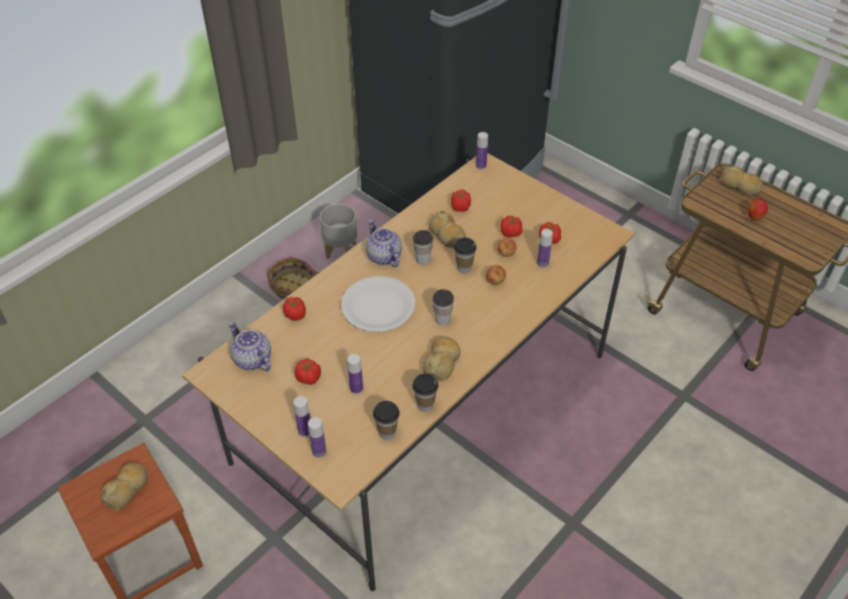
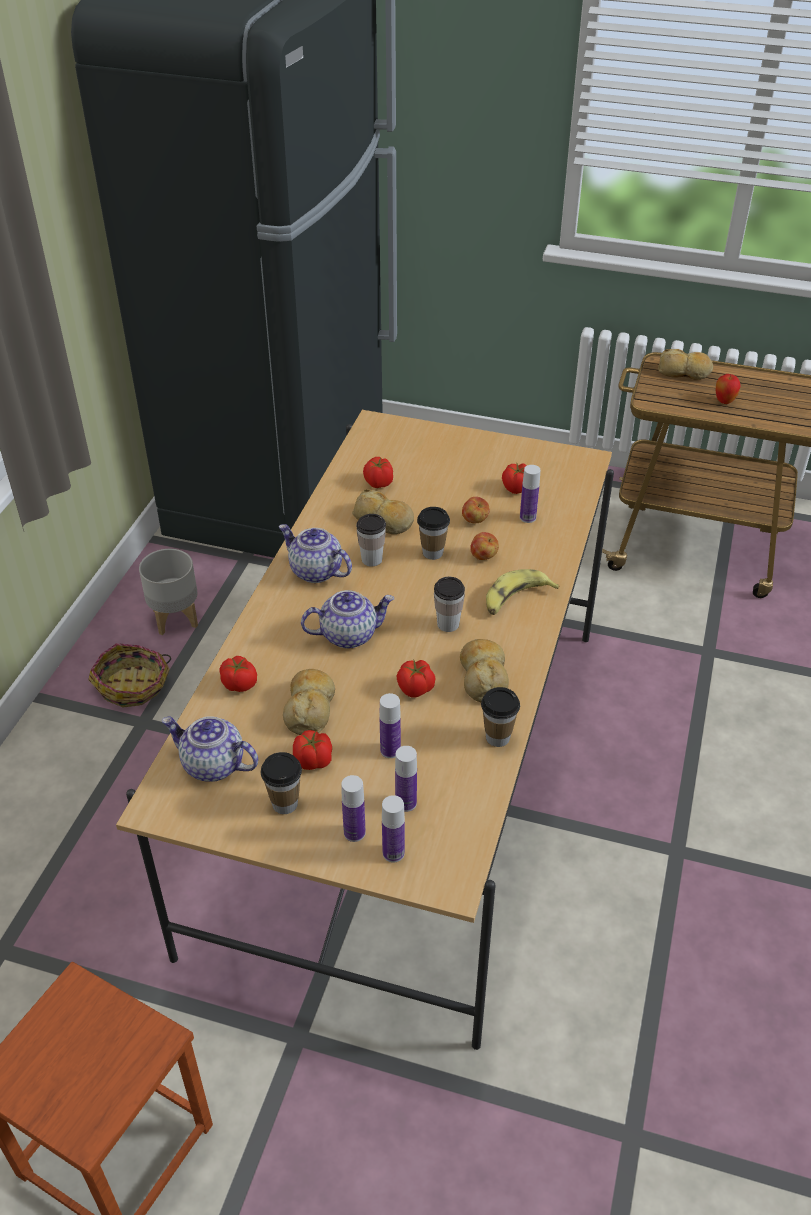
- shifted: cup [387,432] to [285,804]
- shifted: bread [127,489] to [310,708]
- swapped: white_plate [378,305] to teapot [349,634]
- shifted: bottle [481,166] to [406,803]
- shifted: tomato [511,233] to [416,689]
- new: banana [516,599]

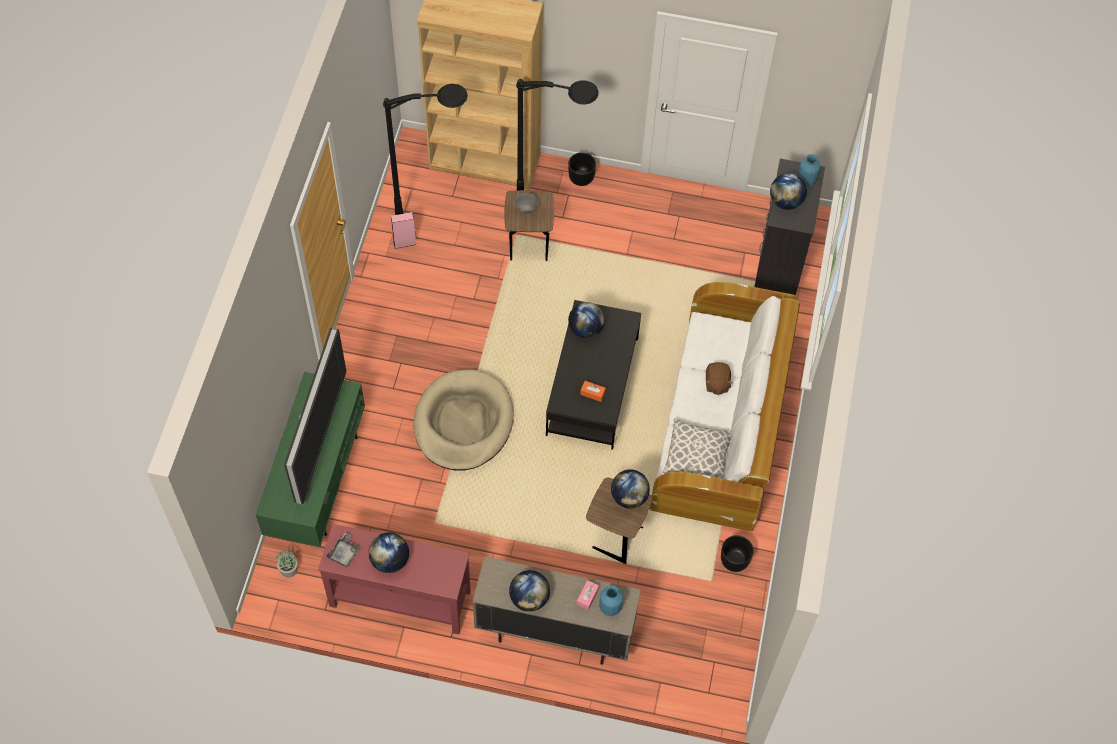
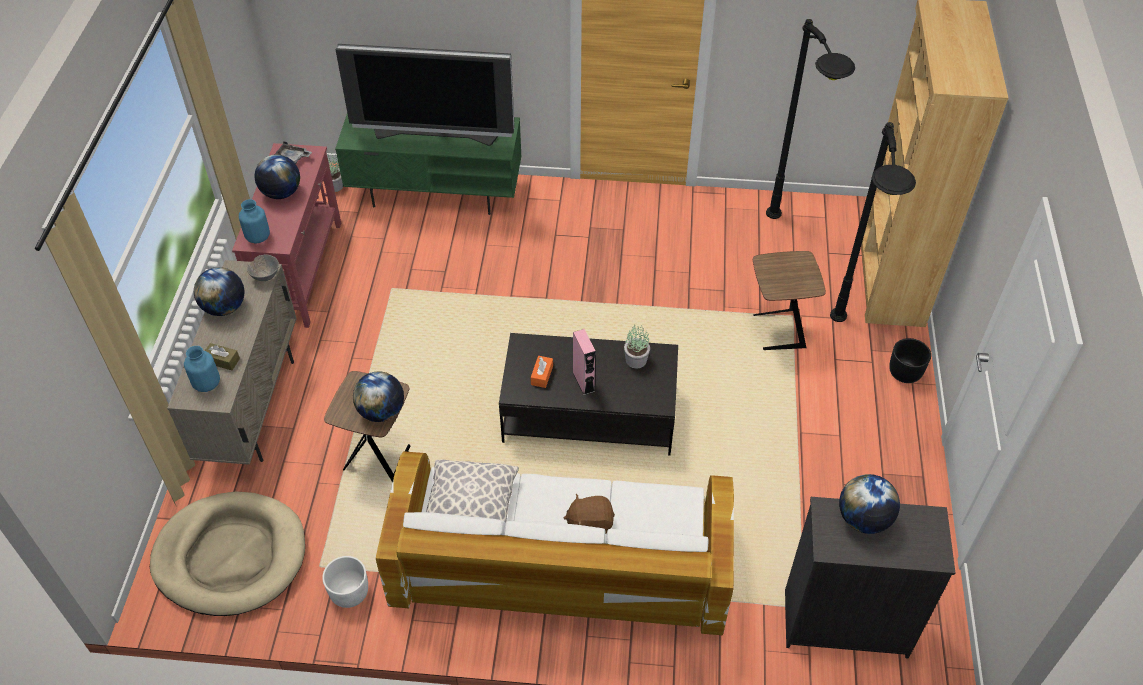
- shifted: beige_dog_bed [463,422] to [231,556]
- repainted: pink_tissue_box [587,597] to brown_tissue_box [222,361]
- shifted: blue_vase [806,180] to [258,237]
- shifted: grey_bowl [526,208] to [265,276]
- repainted: black_planter [734,560] to white_planter [349,593]
- shifted: pink_speaker [404,243] to [583,382]
- swapped: globe [585,329] to potted_plant [636,359]

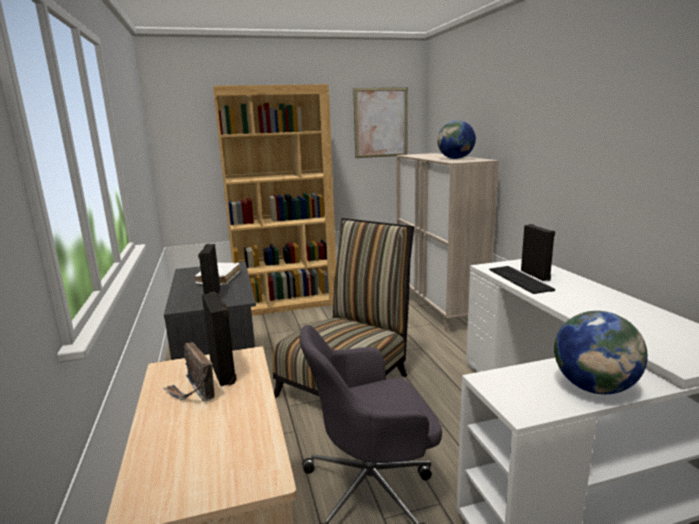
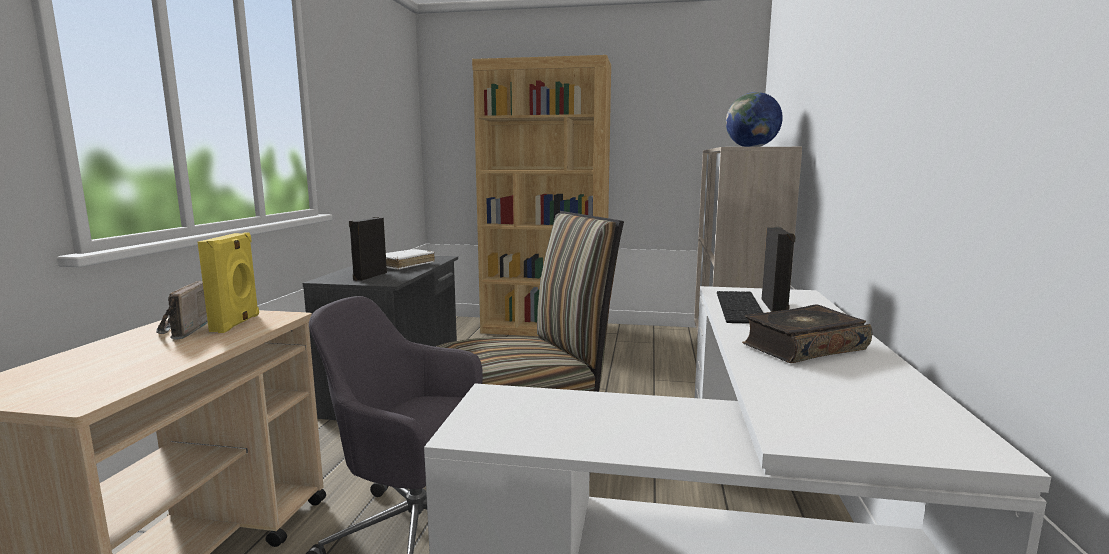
- repainted: black_speaker [224,371] to yellow_speaker [237,323]
- new: book [802,347]
- gone: picture [381,123]
- gone: globe [594,387]

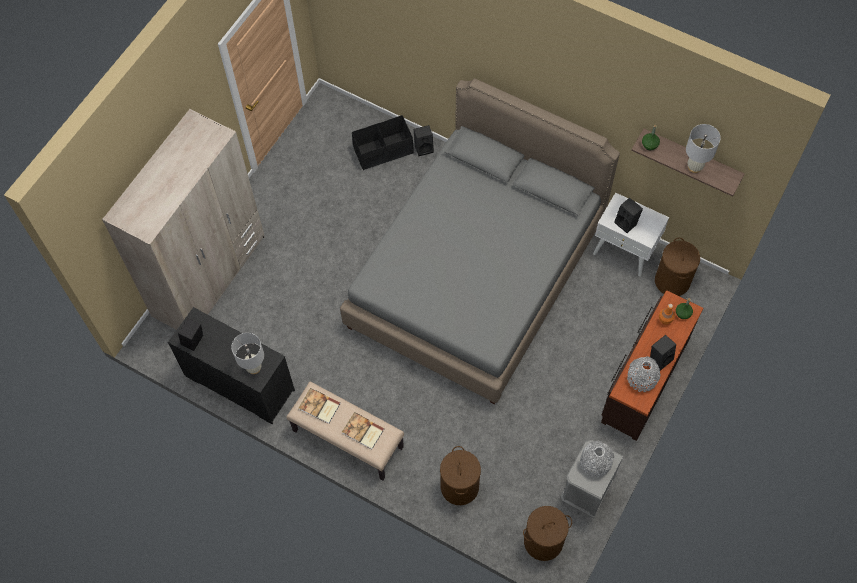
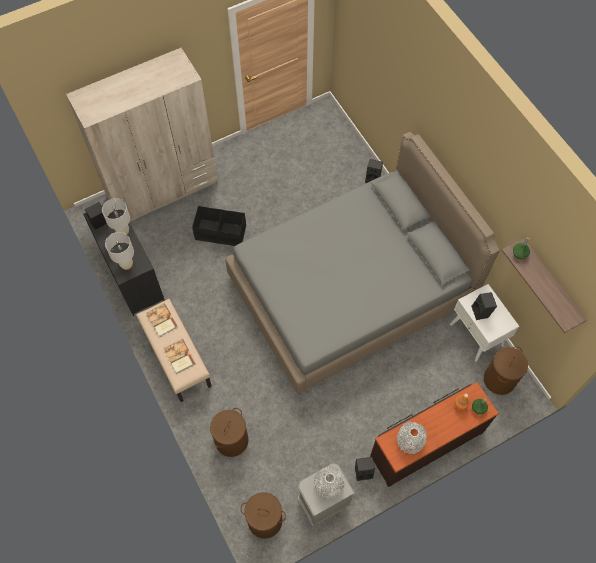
- shifted: white_table_lamp [694,167] to [123,232]
- shifted: black_storage_box [383,151] to [220,233]
- shifted: black_speaker [660,358] to [364,471]

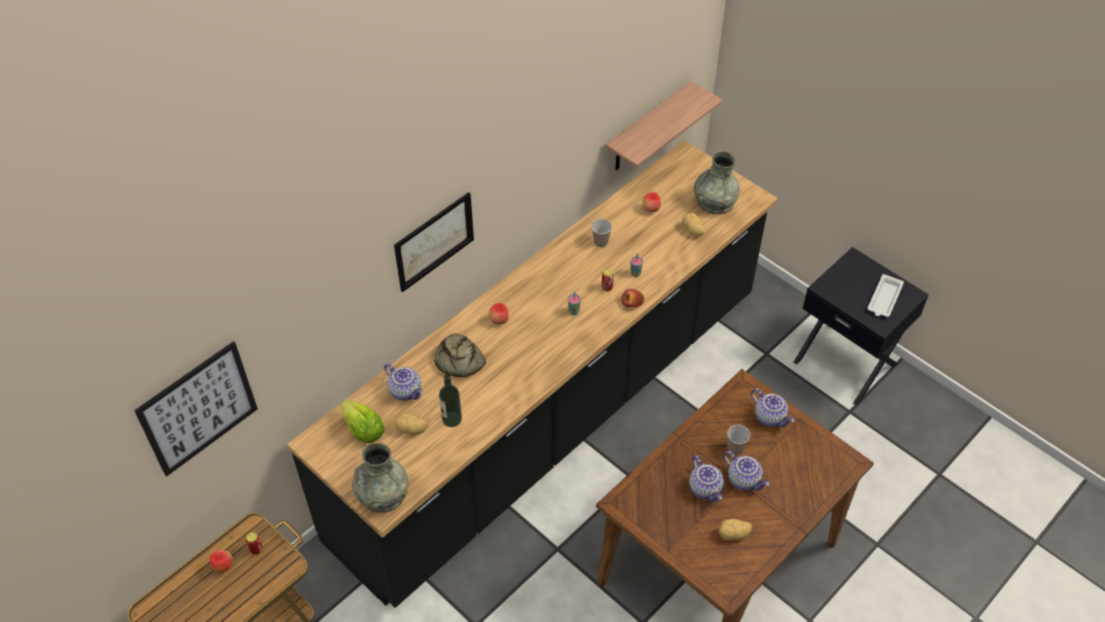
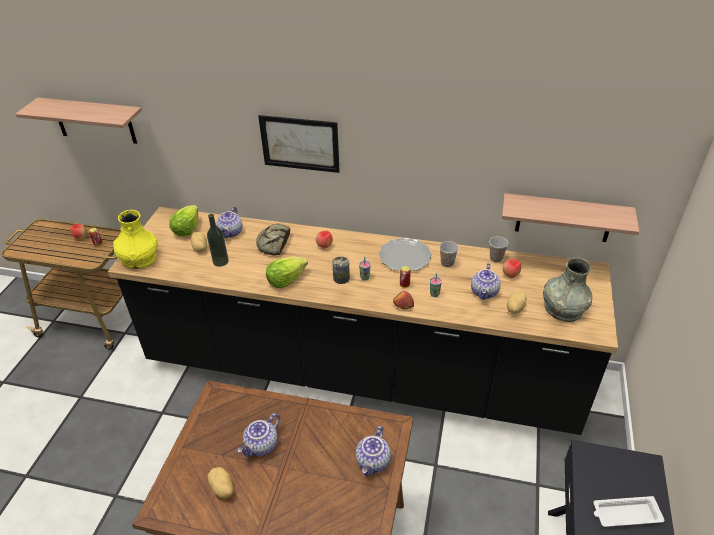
- swapped: picture [198,408] to shelf [94,120]
- repainted: grey_vase [382,494] to yellow_vase [139,258]
- new: lettuce [286,280]
- new: can [341,278]
- new: plate [404,256]
- shifted: teapot [744,479] to [485,292]
- shifted: cup [735,448] to [496,258]

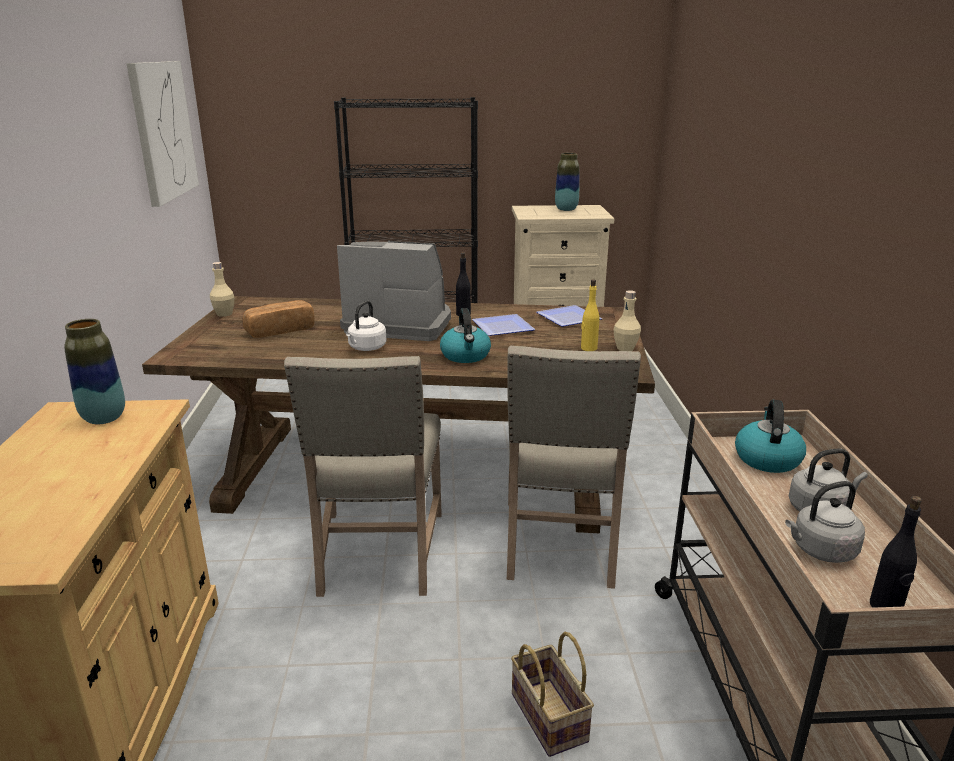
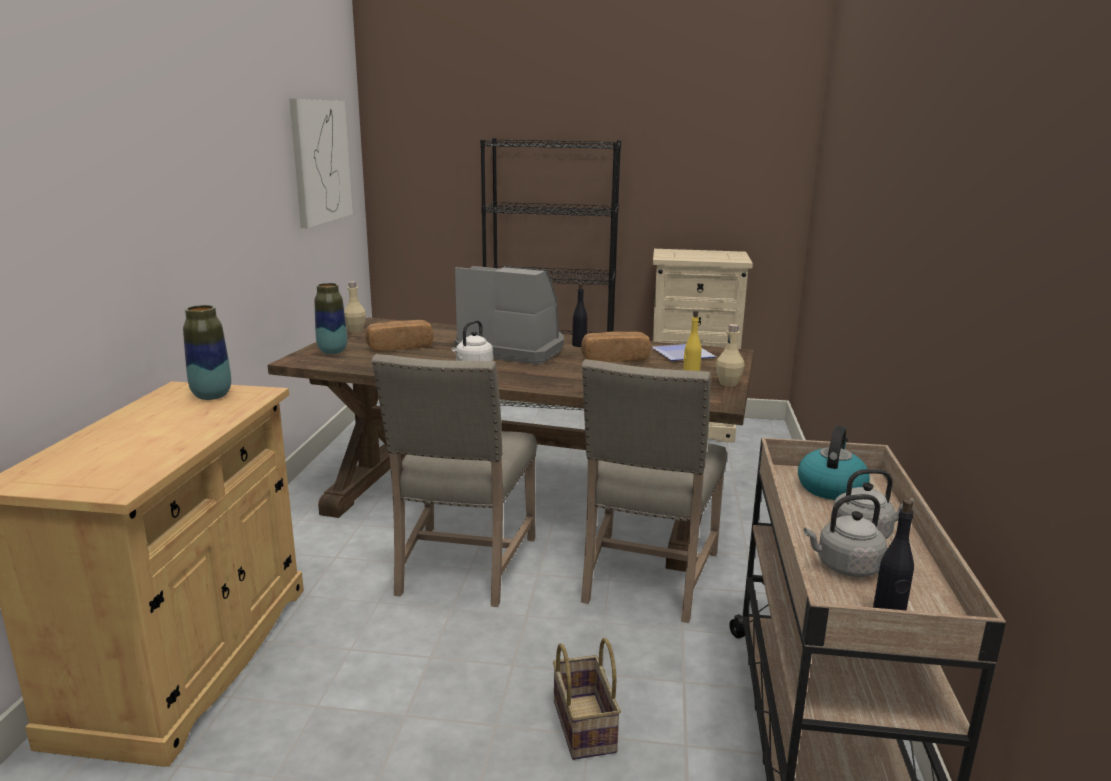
- shifted: vase [566,209] to [332,352]
- swapped: plate [505,328] to bread [615,359]
- gone: kettle [466,356]

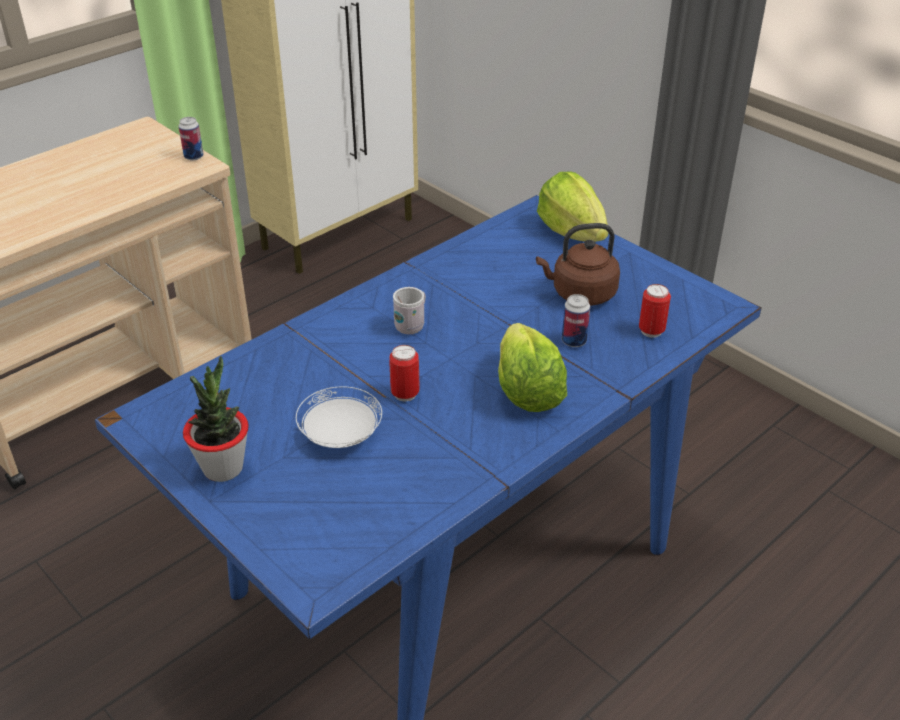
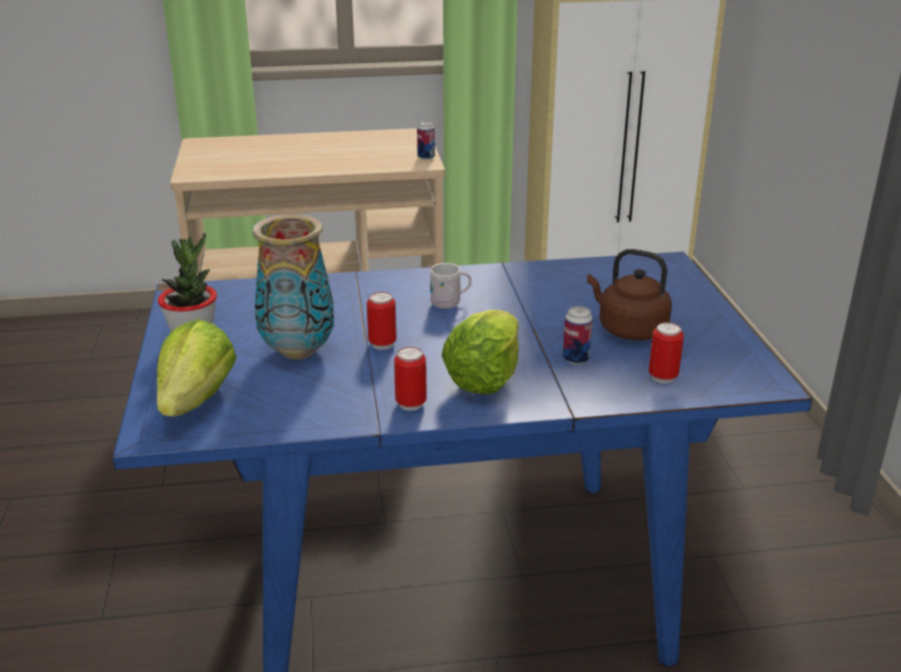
- shifted: lettuce [572,232] to [196,400]
- swapped: white_plate [341,435] to vase [298,352]
- new: can [411,404]

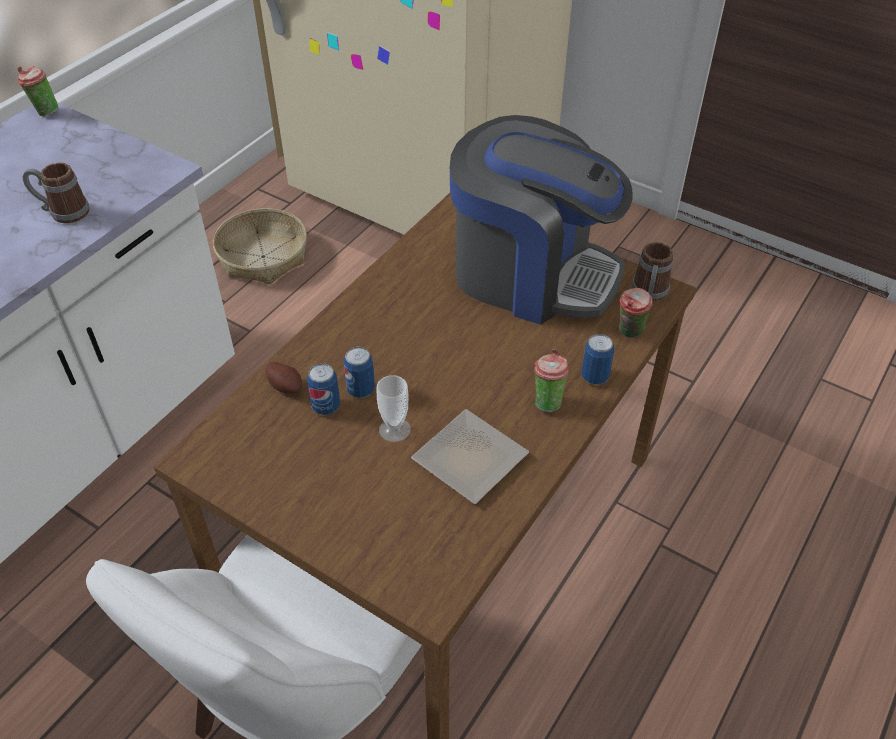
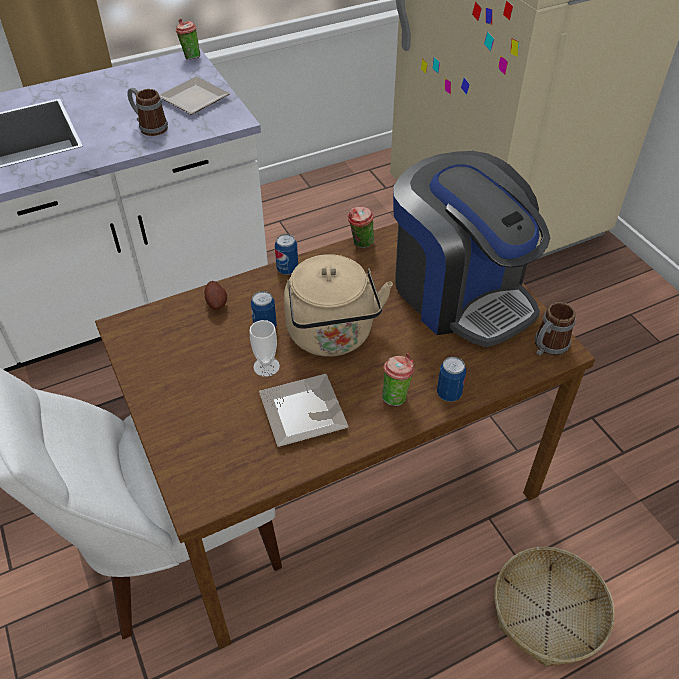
- new: plate [194,97]
- shifted: can [326,406] to [287,269]
- new: beige_kettle [332,336]
- shifted: cup [629,333] to [360,244]
- shifted: basket [263,257] to [547,614]

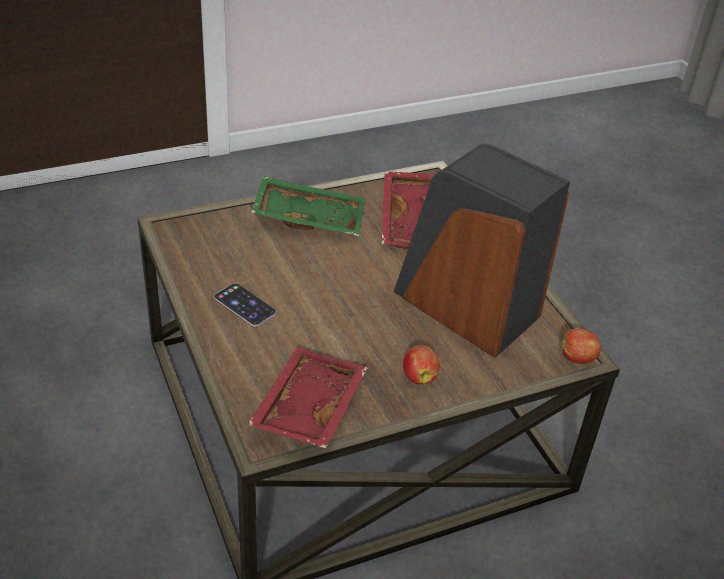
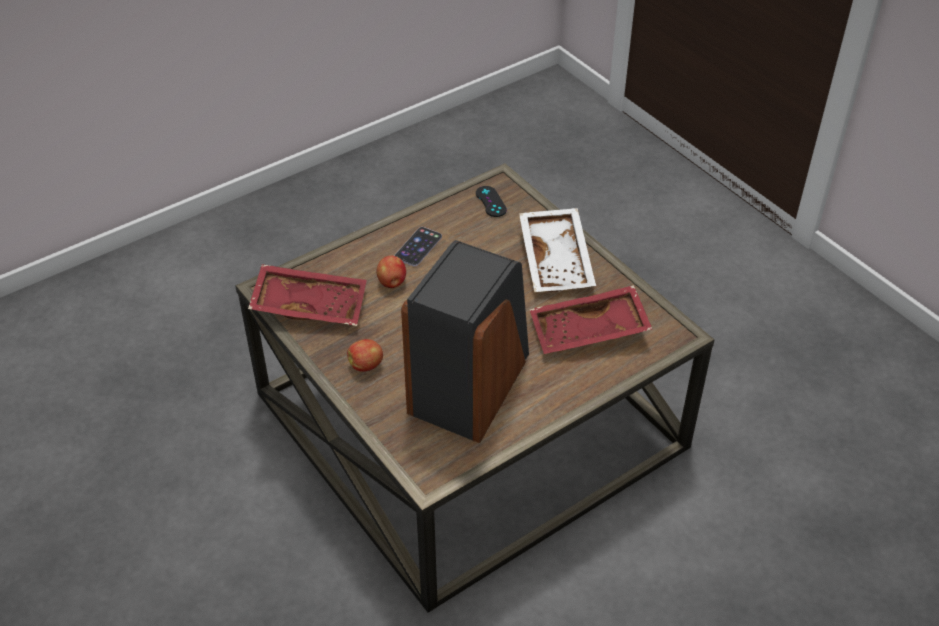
- shifted: apple [577,358] to [392,283]
- new: black_game_controller [491,201]
- repainted: green_tray [309,217] to white_tray [558,260]

